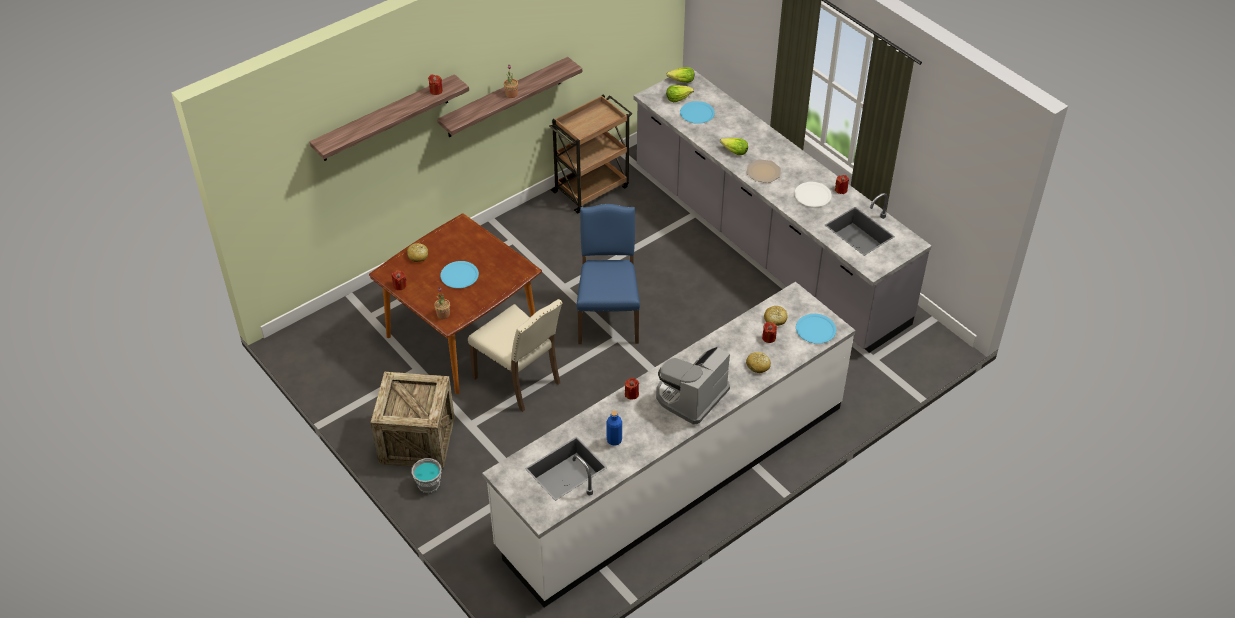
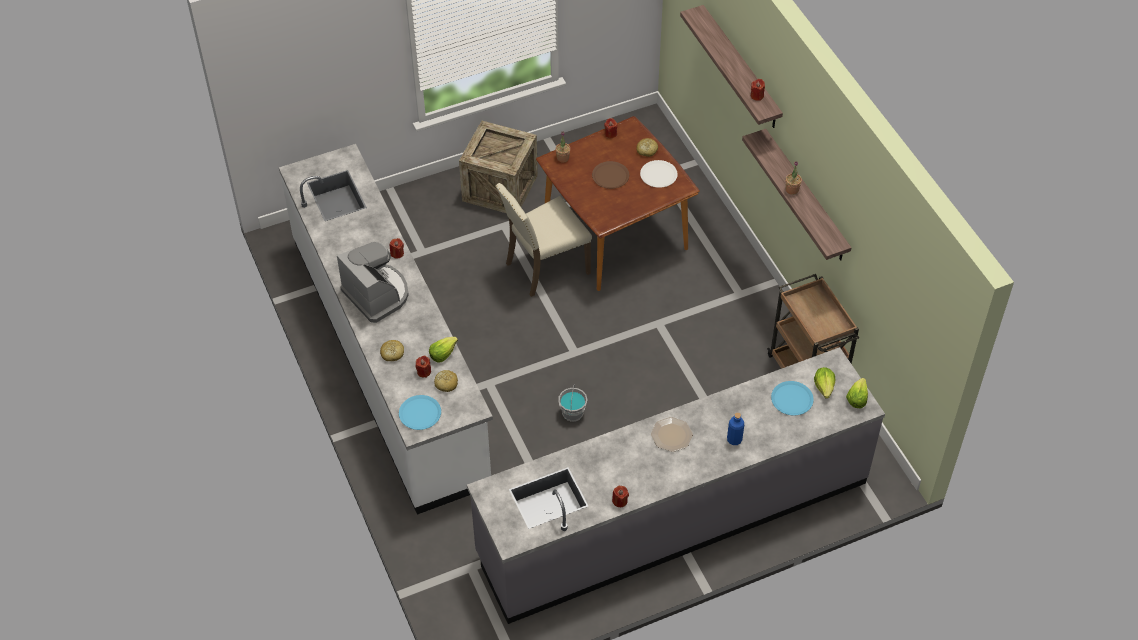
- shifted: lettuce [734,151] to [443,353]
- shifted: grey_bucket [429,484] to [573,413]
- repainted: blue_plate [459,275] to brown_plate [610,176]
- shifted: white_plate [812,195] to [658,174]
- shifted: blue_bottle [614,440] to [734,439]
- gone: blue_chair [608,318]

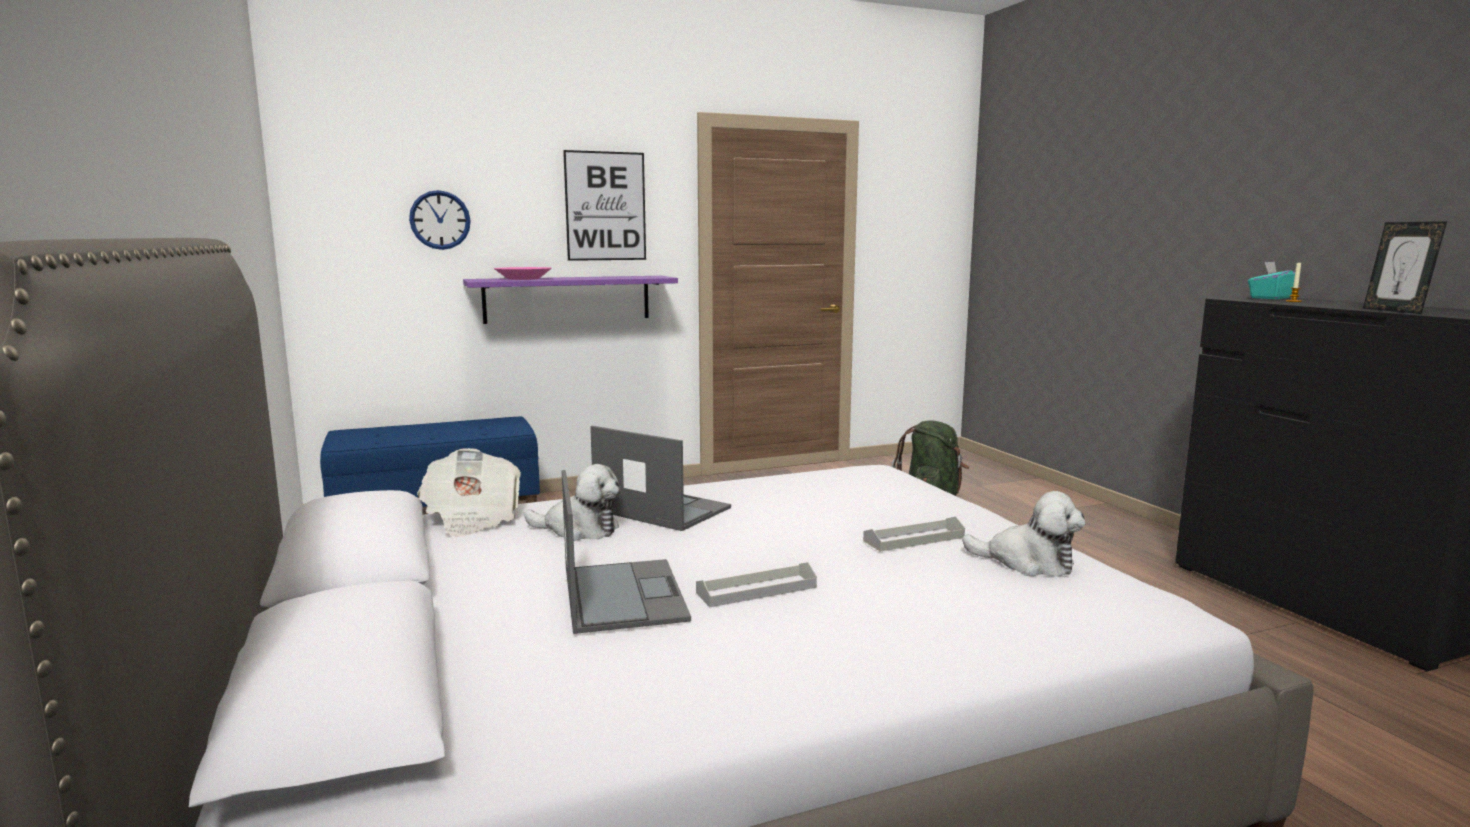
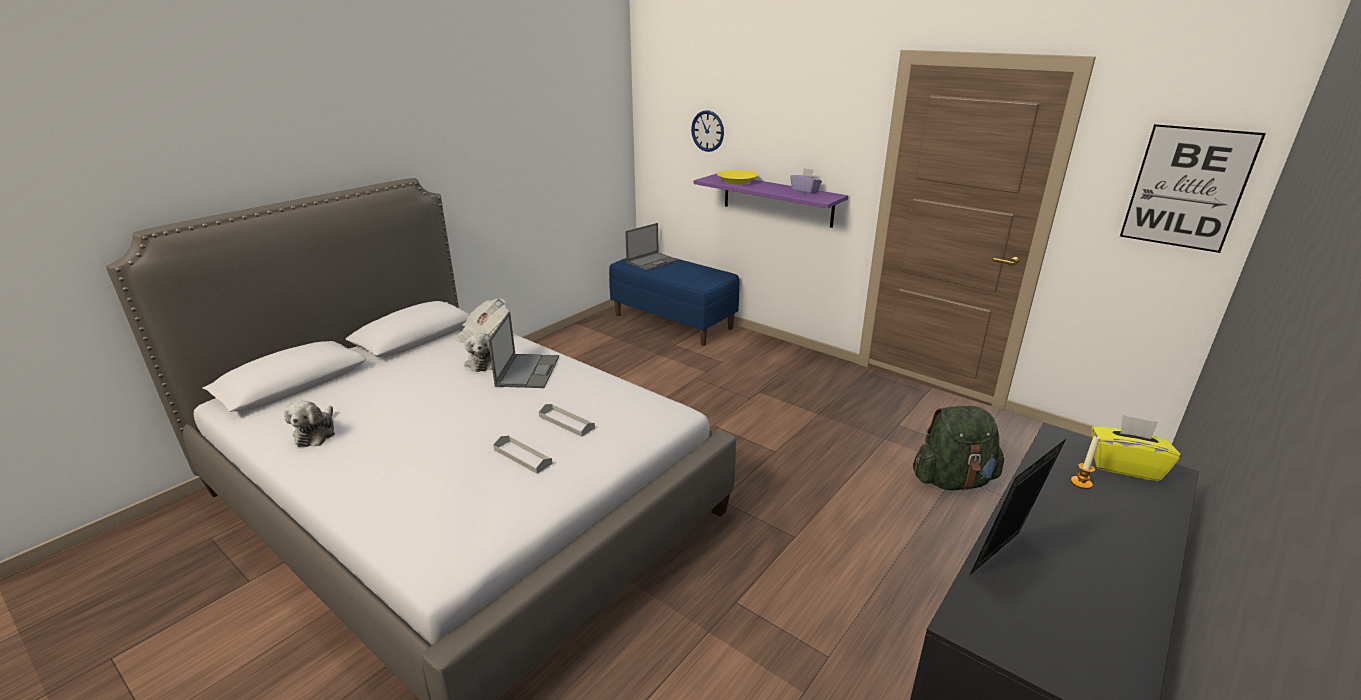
- shifted: plush_toy [1027,562] to [316,433]
- shifted: grey_tray [756,590] to [566,422]
- shifted: laptop [622,594] to [652,261]
- repainted: pink_bowl [523,279] to yellow_bowl [737,182]
- new: purple_tissue_box [805,191]
- repainted: turquoise_tissue_box [1269,298] to yellow_tissue_box [1124,466]
- shifted: picture [605,206] to [1187,188]

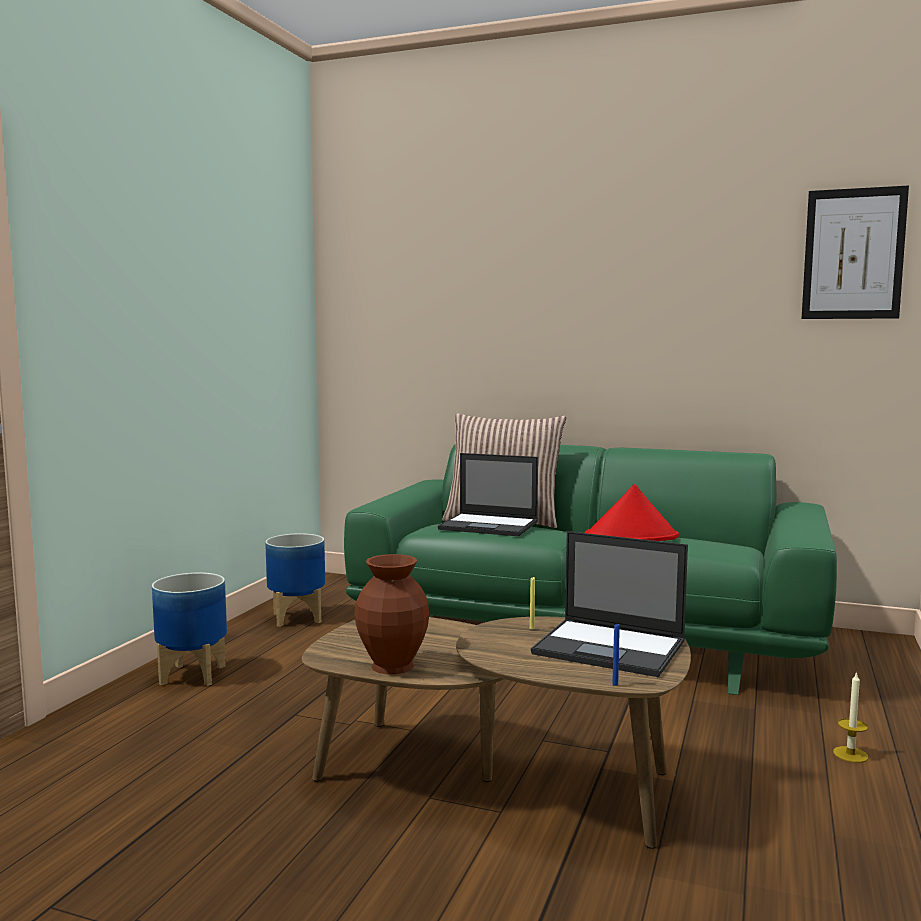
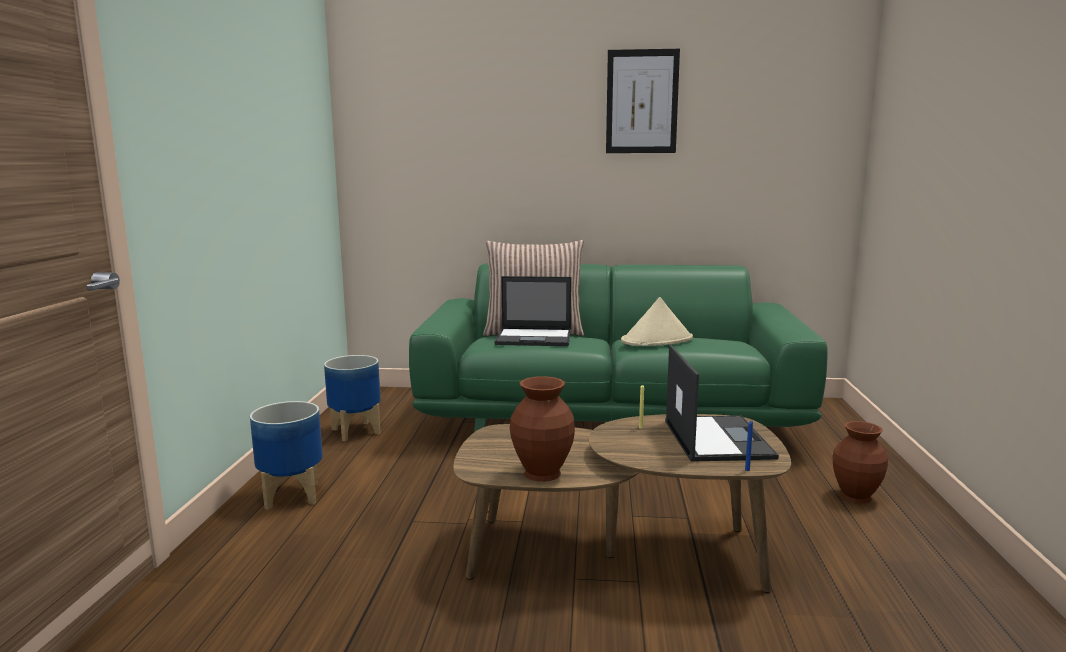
- shifted: picture [853,254] to [642,102]
- repainted: red_hat [631,537] to beige_hat [657,340]
- rotated: laptop [611,648] = [716,438] 105 degrees counterclockwise
- swapped: candle [850,754] to brown_vase [856,496]

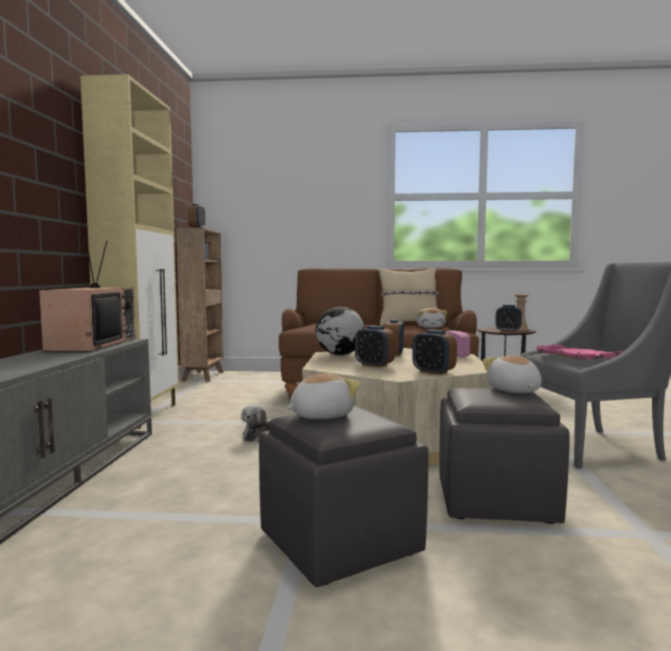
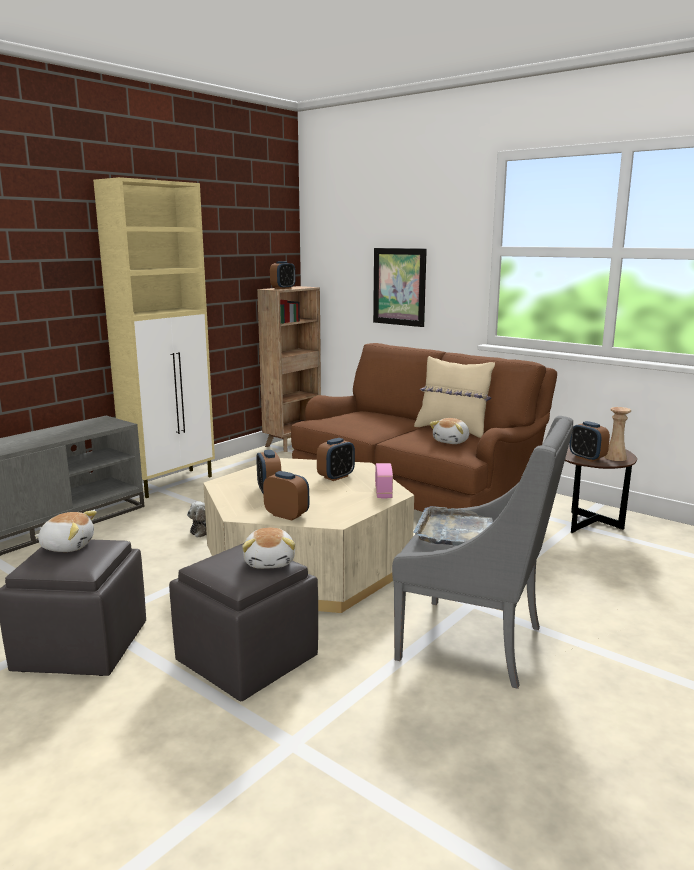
- rotated: plush_toy [513,391] = [270,562] 150 degrees clockwise
- rotated: alarm_clock [433,372] = [287,515] 135 degrees clockwise
- new: picture [399,286]
- repainted: pink_tray [579,355] to grey_tray [456,532]
- gone: television [91,344]
- gone: globe [339,354]

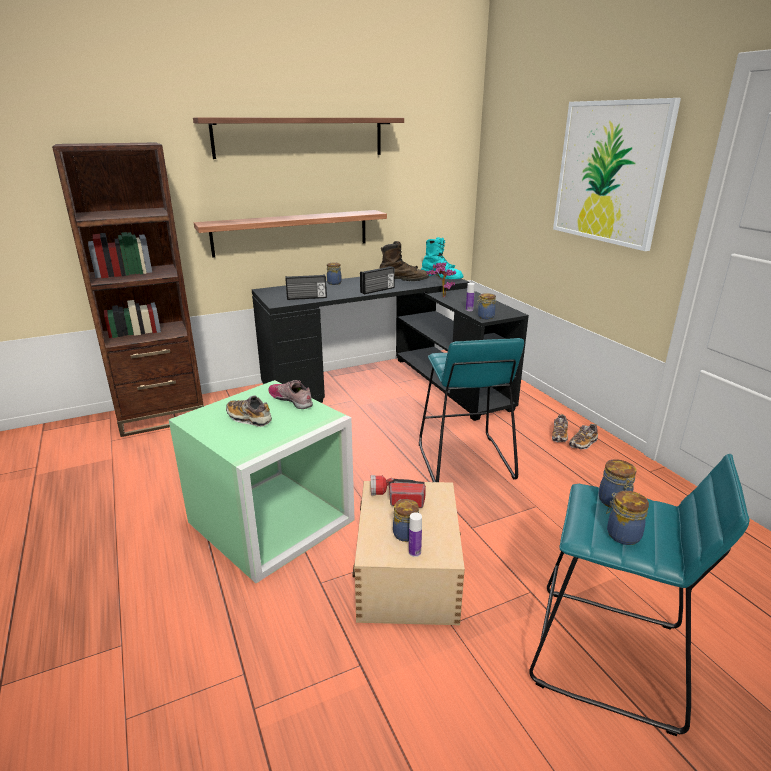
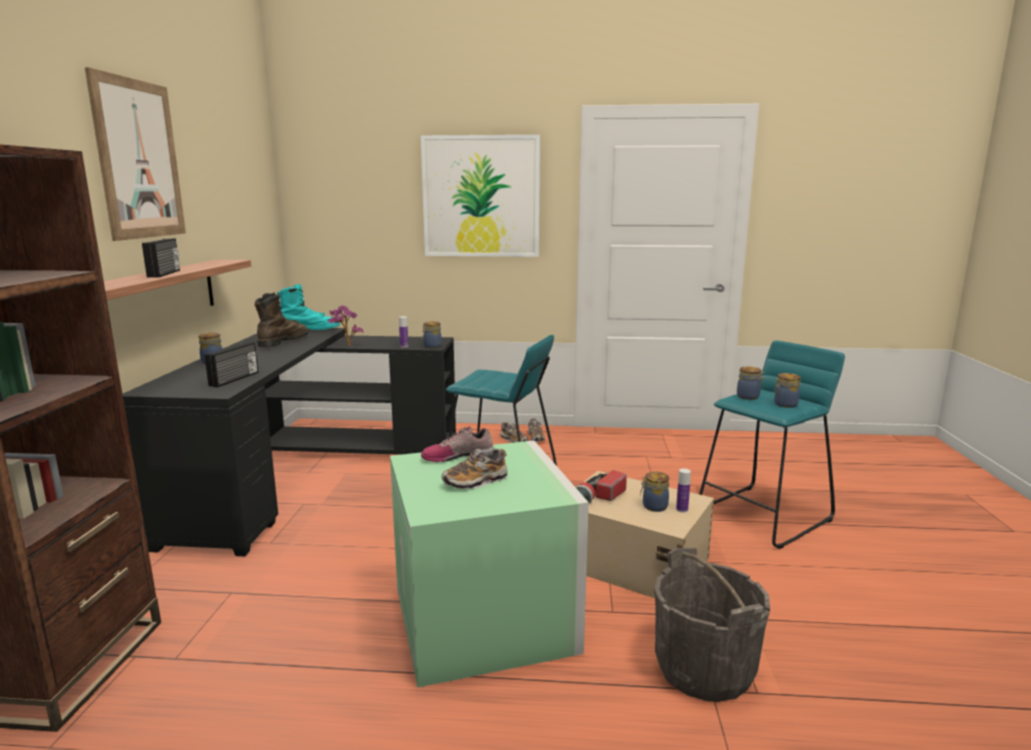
- swapped: shelf [300,137] to picture [139,159]
- shifted: radio [378,290] to [165,273]
- new: grey_bucket [704,669]

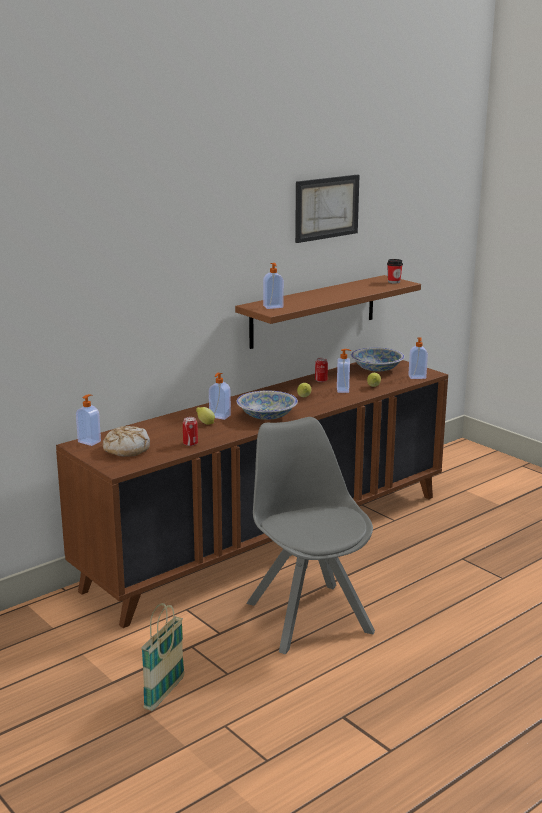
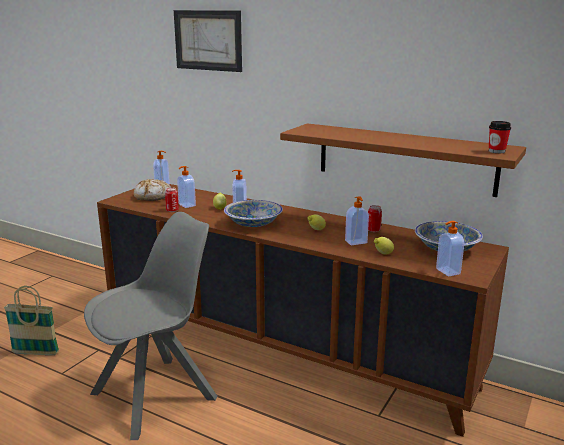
- shifted: picture [326,208] to [208,40]
- shifted: soap_dispenser [273,307] to [186,205]

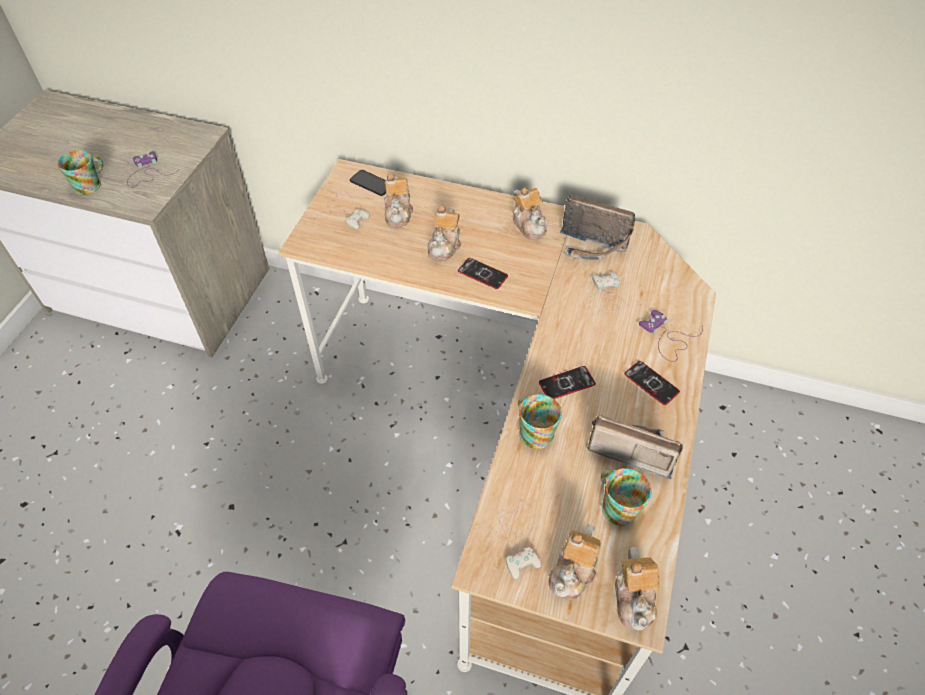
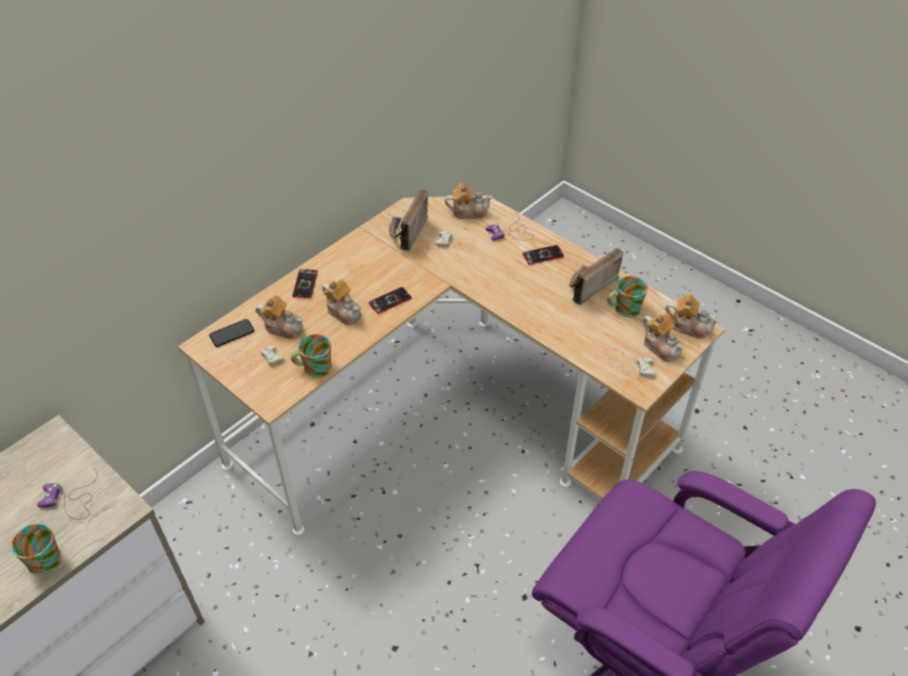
- shifted: mug [533,429] to [313,367]
- shifted: phone [566,383] to [305,284]
- rotated: radio [593,247] = [405,233] 150 degrees clockwise
- shifted: teapot [529,224] to [468,212]

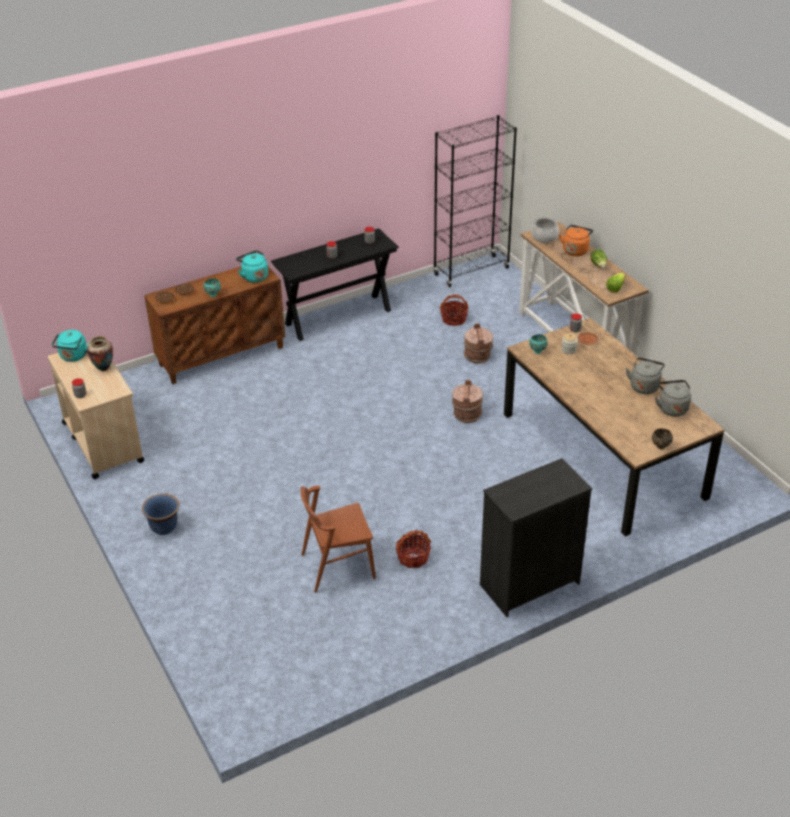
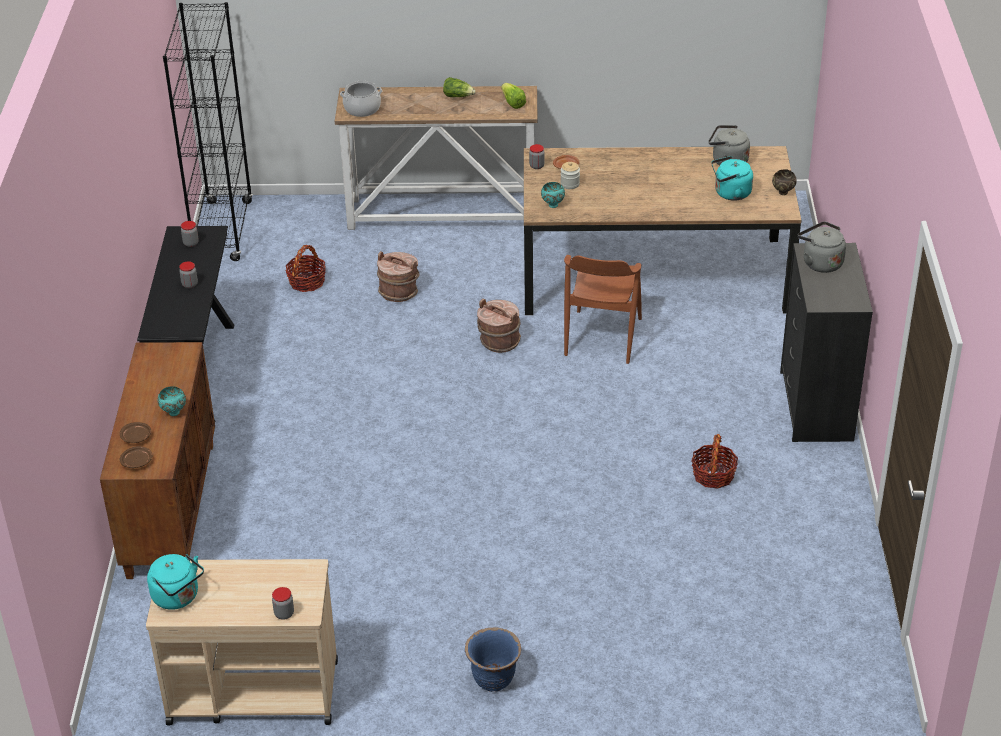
- shifted: brown_chair [337,566] to [602,337]
- shifted: turquoise_kettle [254,276] to [730,194]
- shifted: grey_kettle [644,386] to [820,262]
- gone: vase [103,369]
- gone: orange_kettle [575,250]

